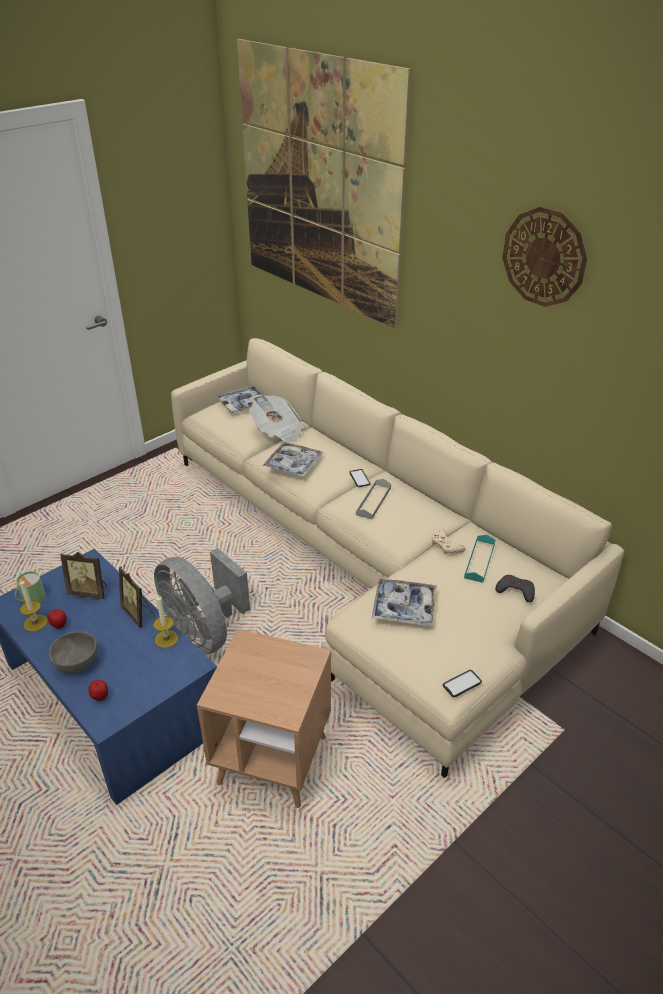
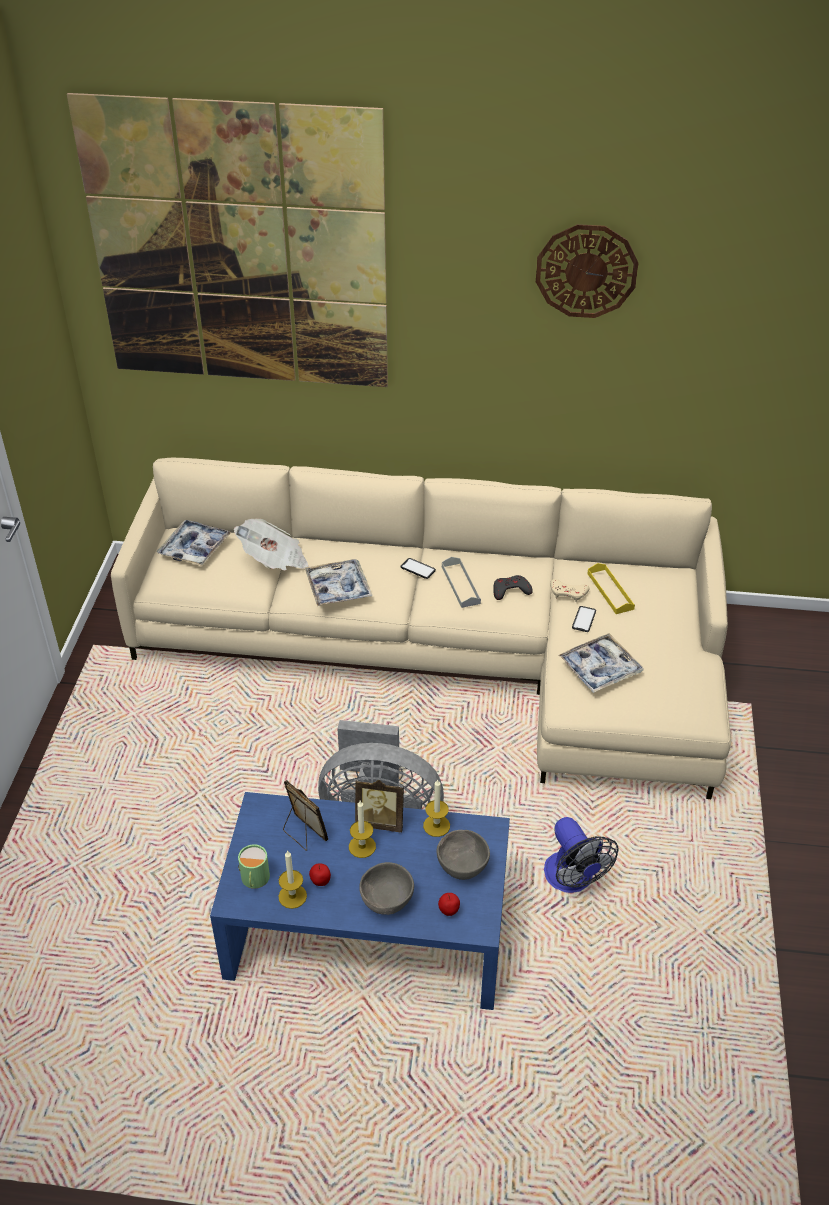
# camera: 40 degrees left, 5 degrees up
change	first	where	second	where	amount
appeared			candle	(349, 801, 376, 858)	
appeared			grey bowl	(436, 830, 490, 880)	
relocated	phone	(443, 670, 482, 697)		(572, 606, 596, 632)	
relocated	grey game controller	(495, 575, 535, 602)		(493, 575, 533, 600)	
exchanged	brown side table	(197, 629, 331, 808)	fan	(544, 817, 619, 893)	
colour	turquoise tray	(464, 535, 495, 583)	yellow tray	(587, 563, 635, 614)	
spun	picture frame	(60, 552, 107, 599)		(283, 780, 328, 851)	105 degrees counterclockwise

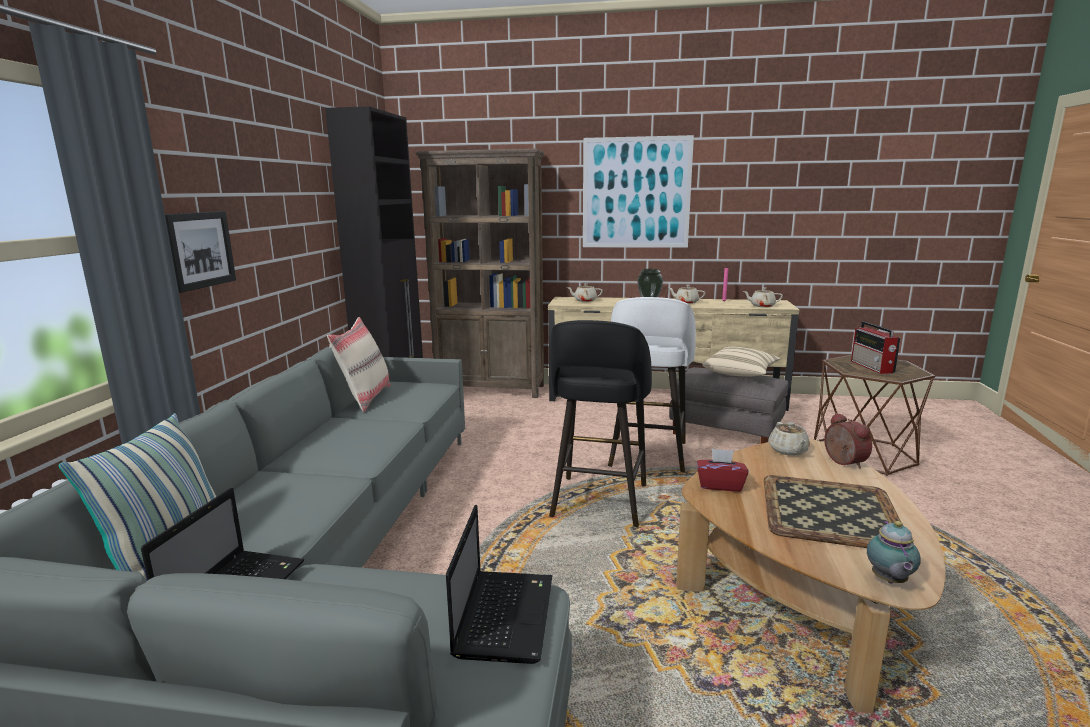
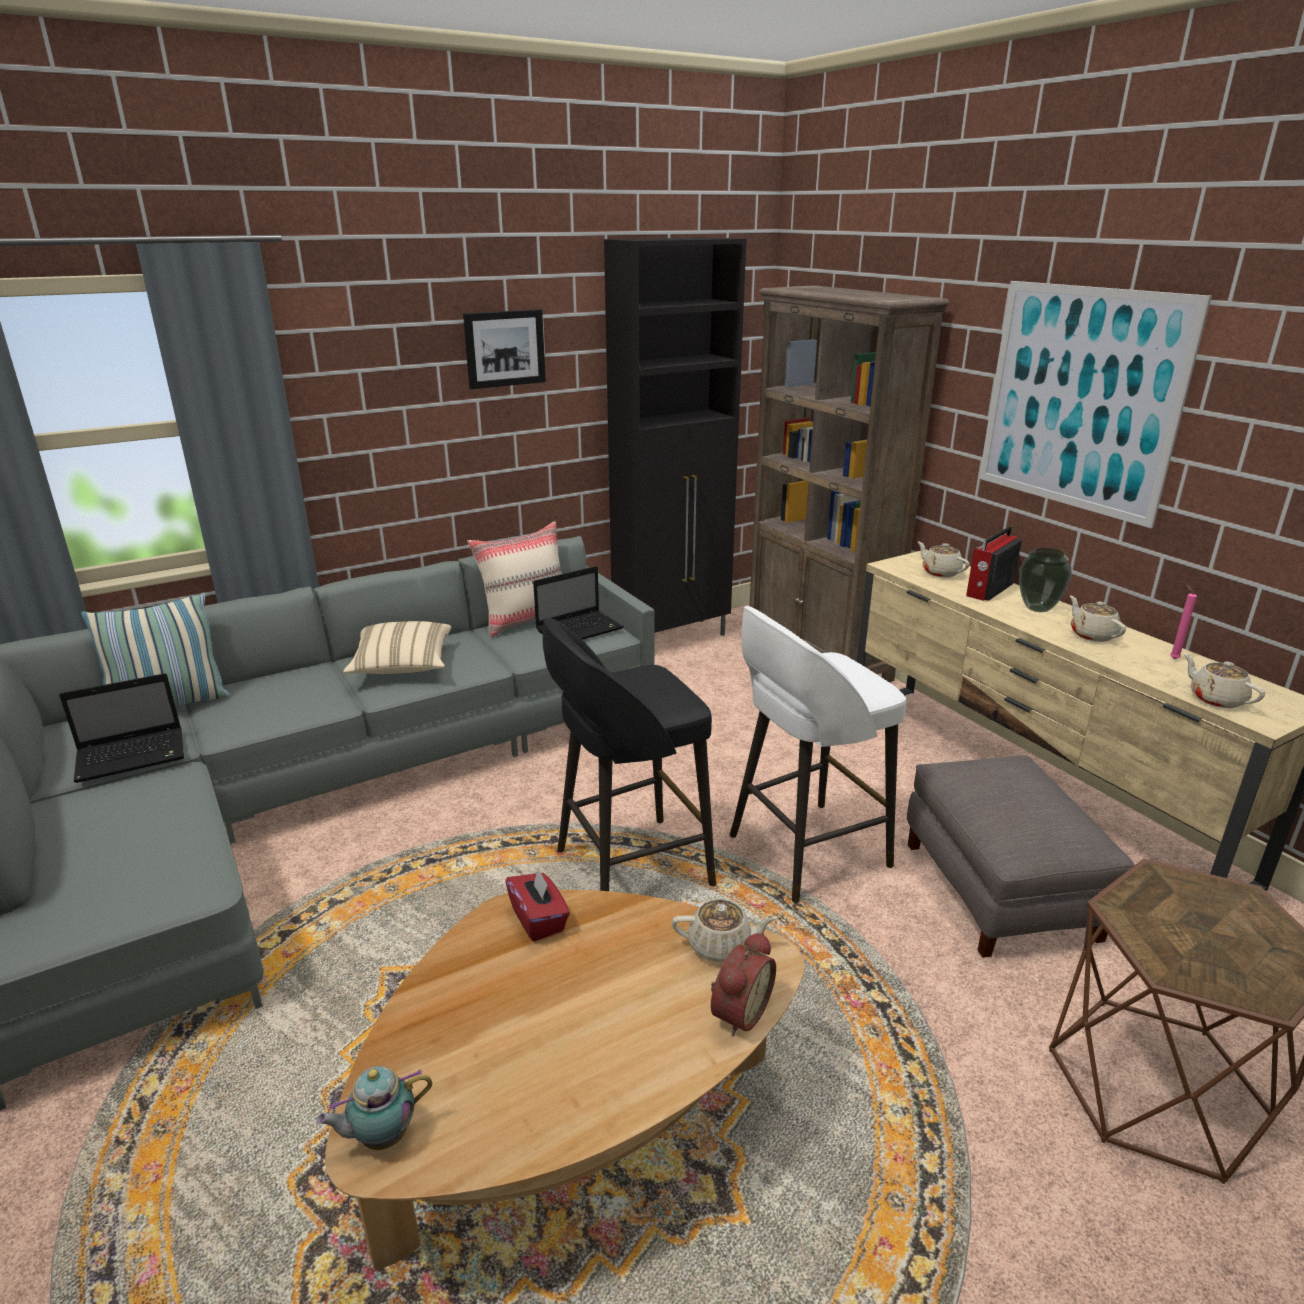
# camera: 50 degrees right, 10 degrees up
change	first	where	second	where	amount
missing	tray	(764, 475, 903, 548)			
relocated	picture	(165, 211, 236, 293)		(463, 309, 546, 389)	
relocated	laptop	(446, 505, 552, 664)		(533, 566, 624, 640)	
relocated	beige pillow	(702, 346, 781, 377)		(343, 621, 451, 674)	
relocated	radio	(851, 321, 900, 374)		(966, 526, 1022, 601)	
spun	beige teapot	(769, 422, 810, 456)		(672, 899, 777, 962)	135 degrees counterclockwise

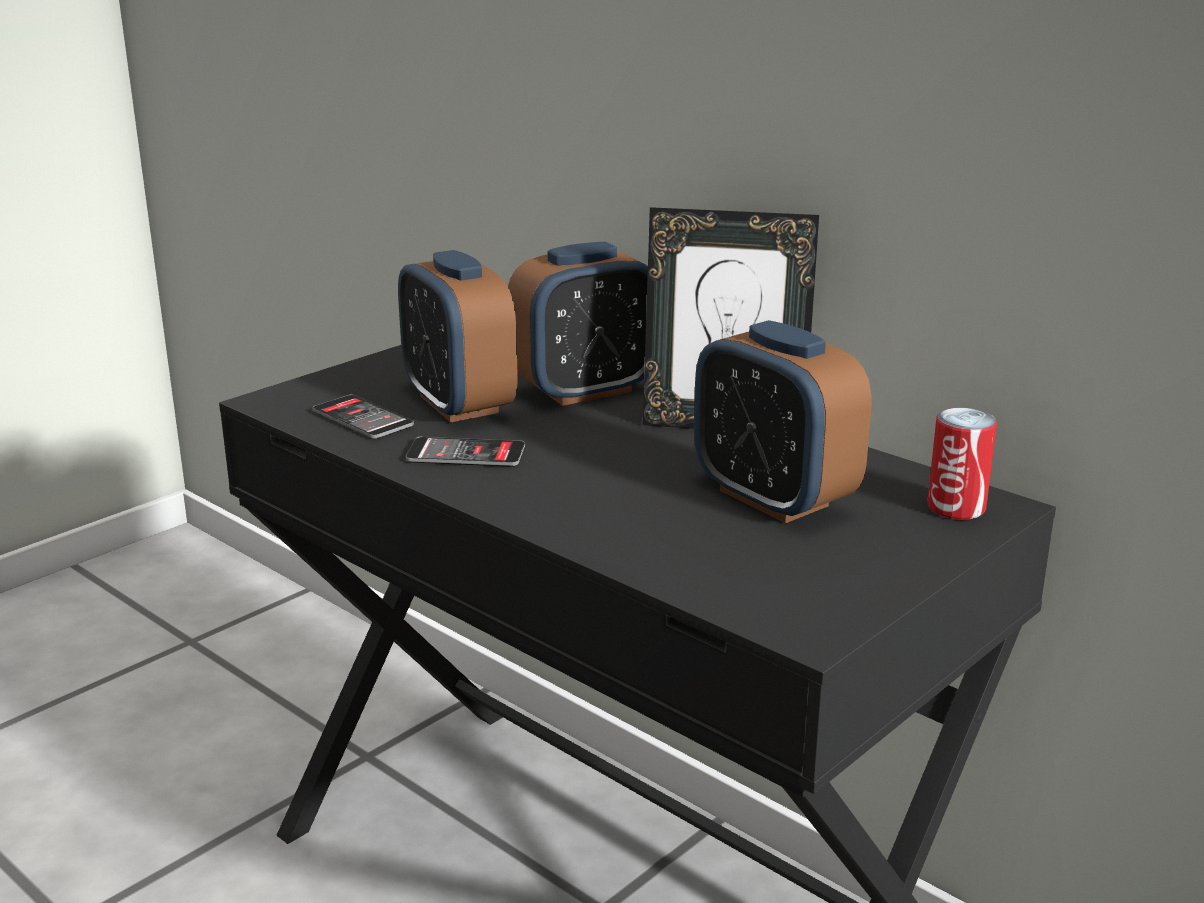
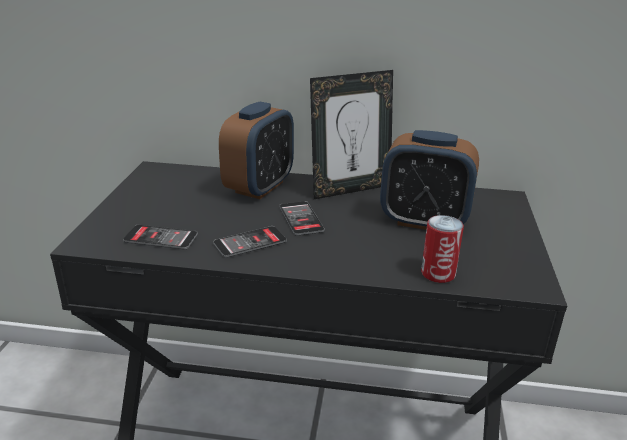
# camera: 35 degrees left, 5 degrees up
change	first	where	second	where	amount
missing	alarm clock	(398, 250, 518, 423)			
appeared			phone	(279, 201, 325, 236)	
relocated	can	(927, 408, 997, 519)		(421, 215, 464, 283)	

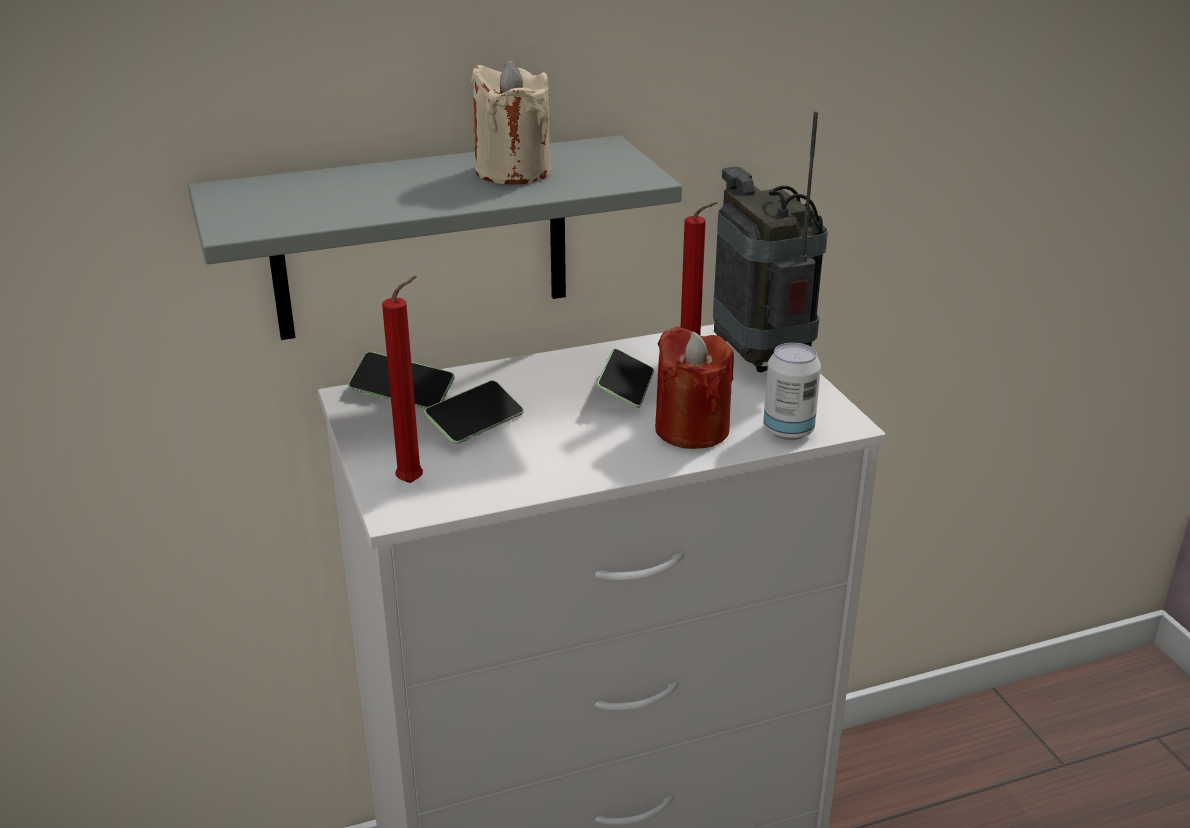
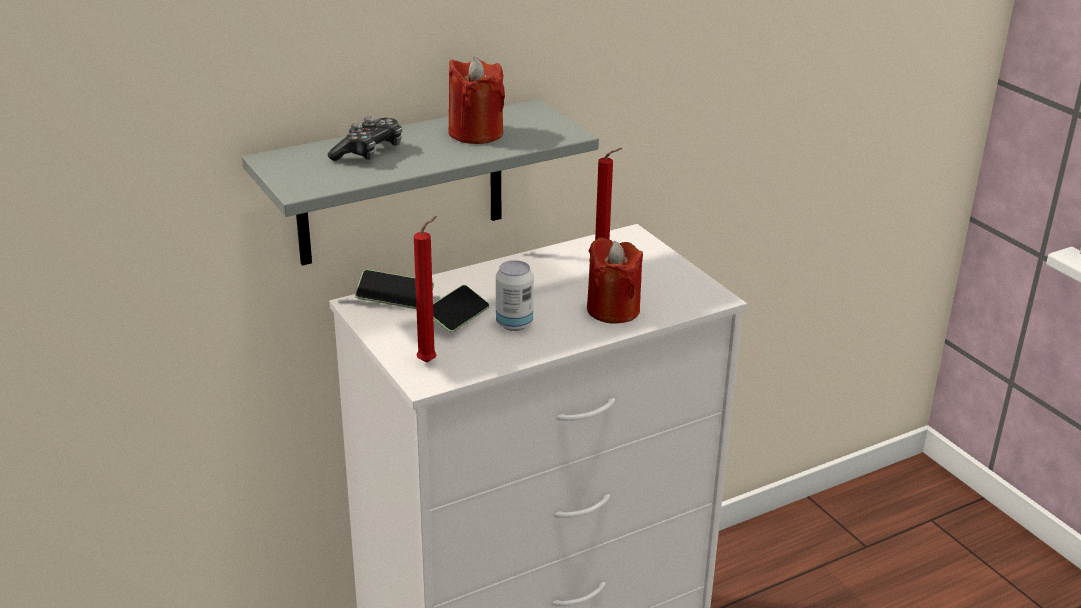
# camera: 10 degrees left, 0 degrees up
change	first	where	second	where	amount
missing	phone	(596, 349, 654, 408)			
missing	radio	(713, 111, 828, 372)			
appeared			game controller	(328, 117, 402, 161)	
relocated	can	(763, 343, 821, 440)		(496, 260, 534, 331)	
colour	beige candle	(471, 60, 551, 184)	red candle	(448, 56, 505, 144)	

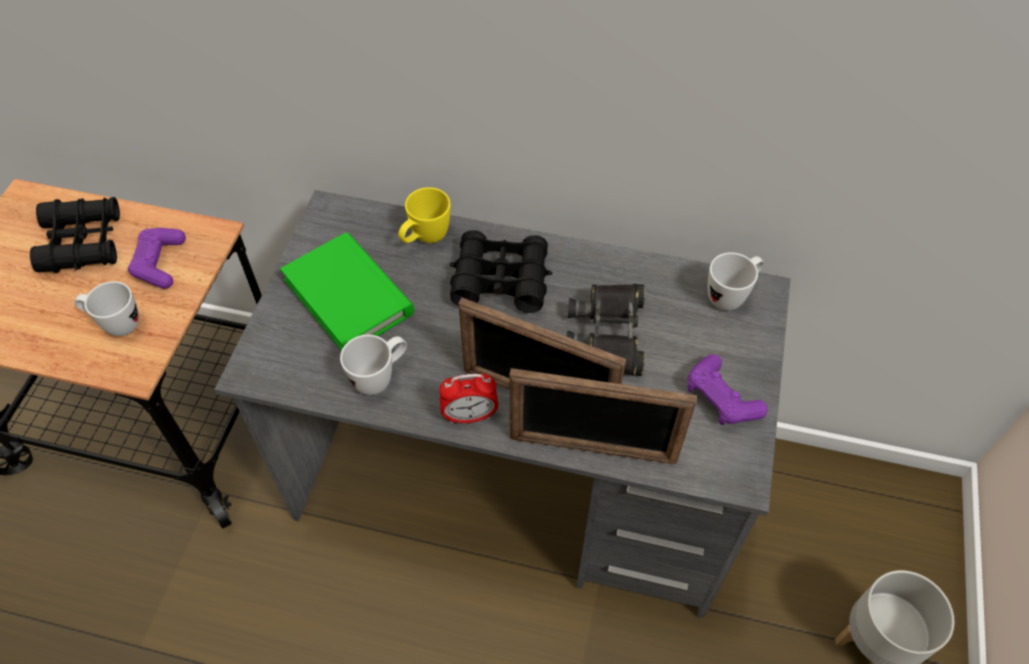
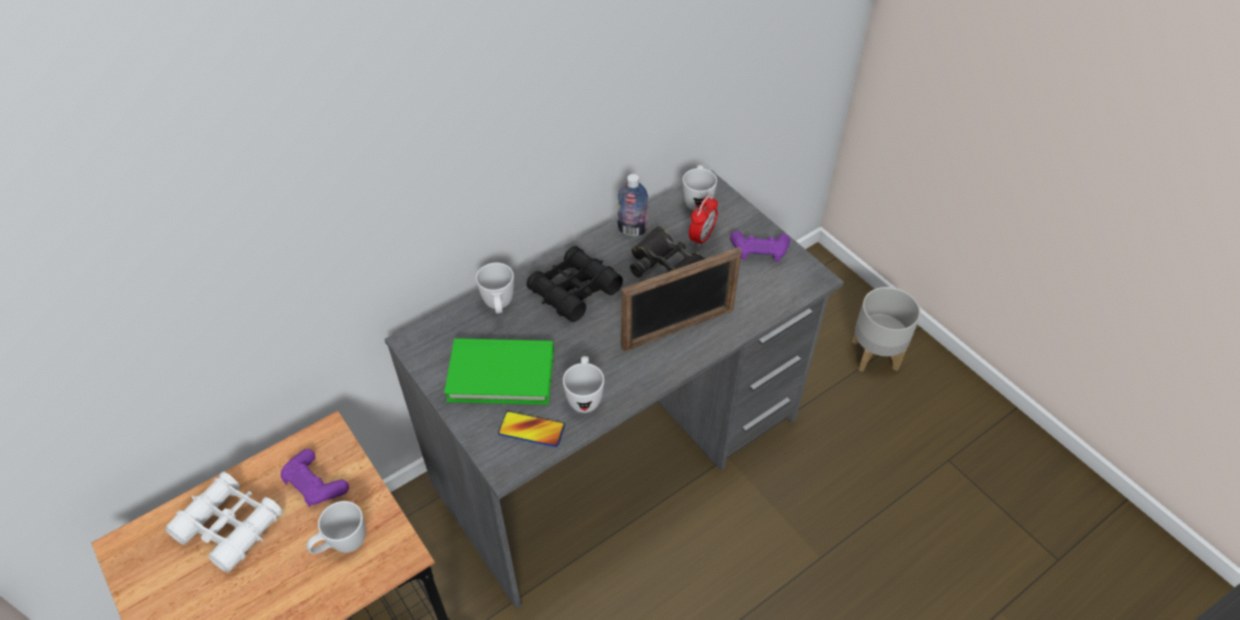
# camera: 50 degrees left, 5 degrees down
change	first	where	second	where	amount
missing	picture frame	(509, 368, 697, 464)			
appeared			phone	(498, 411, 565, 447)	
appeared			bottle	(617, 174, 649, 236)	
relocated	alarm clock	(439, 374, 498, 424)		(689, 195, 718, 247)	
colour	black binoculars	(30, 197, 120, 273)	white binoculars	(165, 472, 283, 572)	
colour	yellow mug	(398, 187, 451, 243)	white mug	(476, 263, 514, 313)	

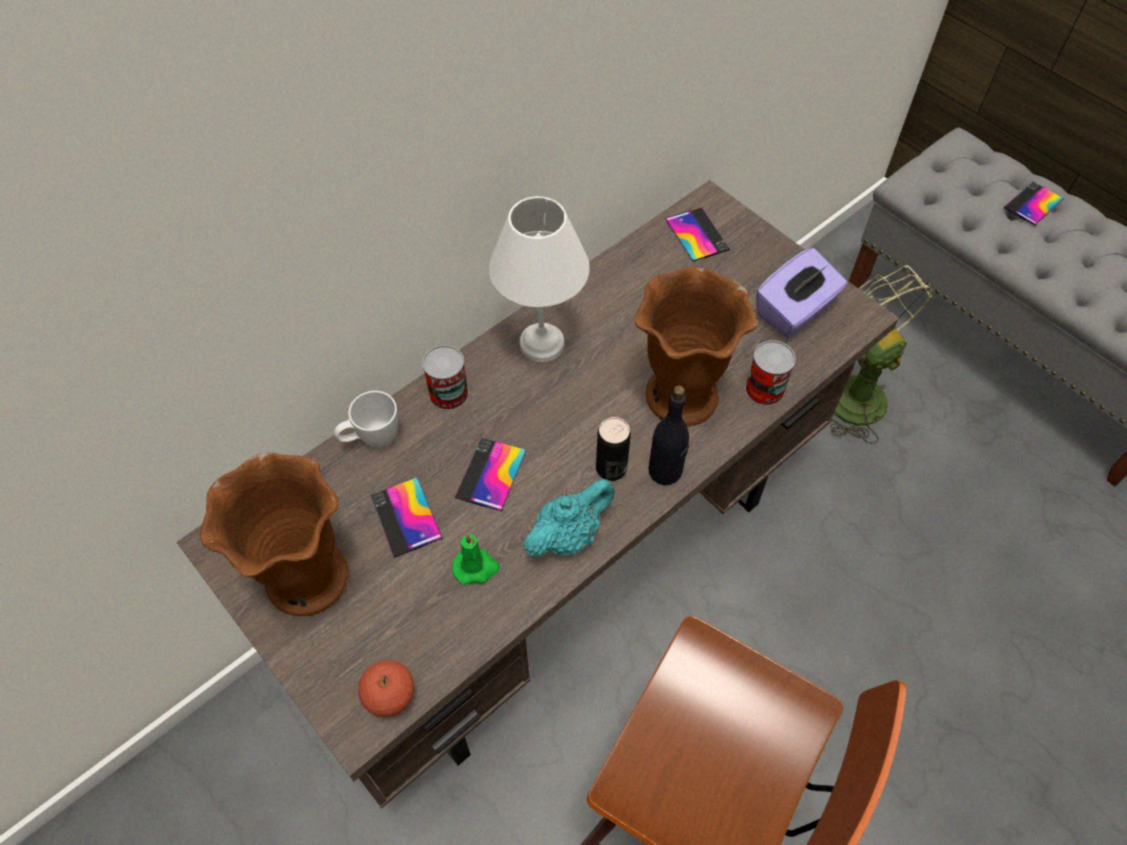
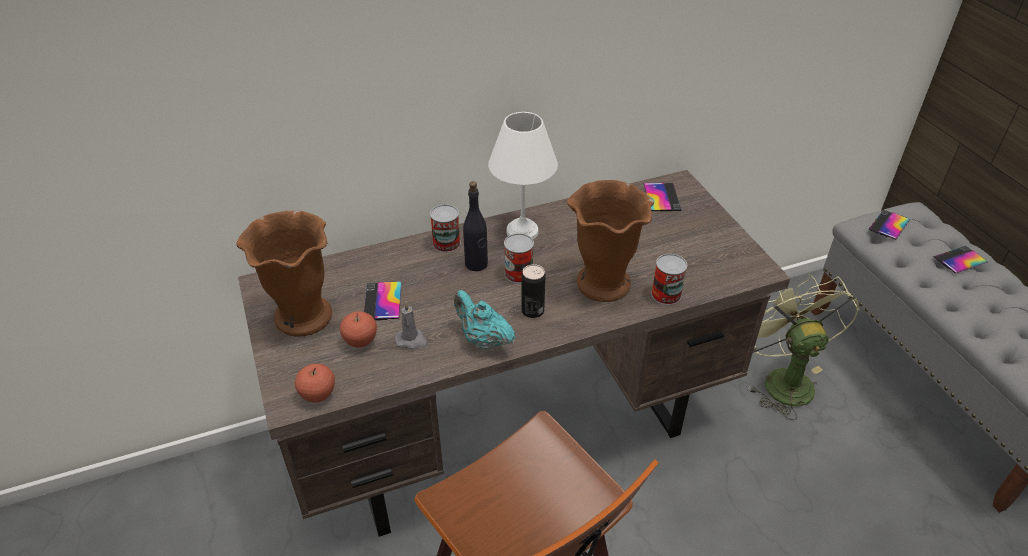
# camera: 20 degrees right, 15 degrees down
change	first	where	second	where	amount
missing	white mug	(334, 391, 398, 448)			
missing	purple tissue box	(756, 248, 848, 338)			
appeared			apple	(340, 312, 377, 348)	
appeared			can	(504, 233, 534, 283)	
relocated	phone	(455, 438, 527, 511)		(868, 210, 910, 240)	
relocated	black bottle	(649, 385, 689, 485)		(463, 181, 488, 271)	
colour	green candle	(452, 534, 500, 584)	grey candle	(395, 302, 428, 350)	
spun	turquoise teapot	(523, 479, 615, 557)		(454, 290, 515, 350)	120 degrees counterclockwise

